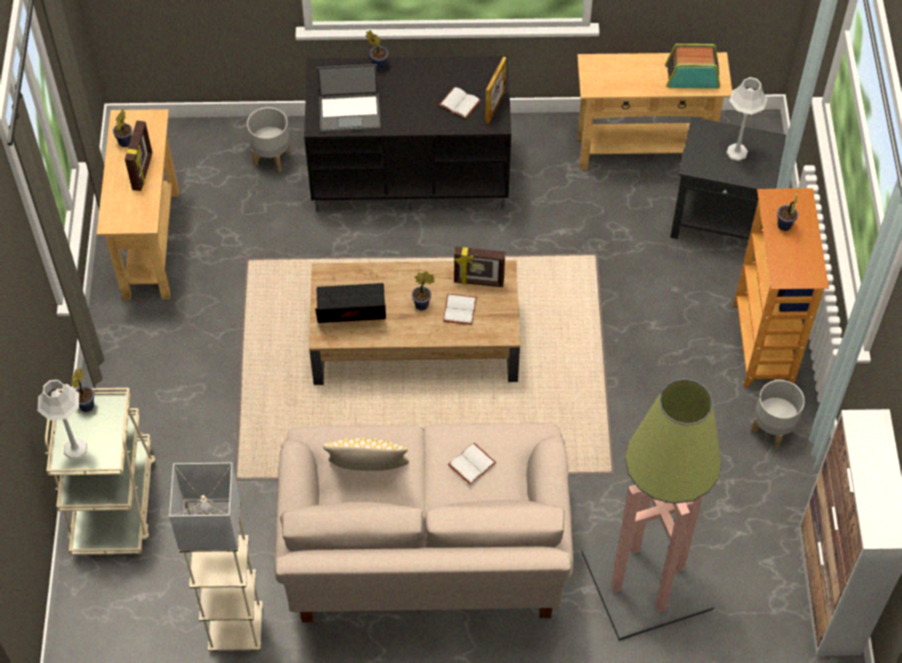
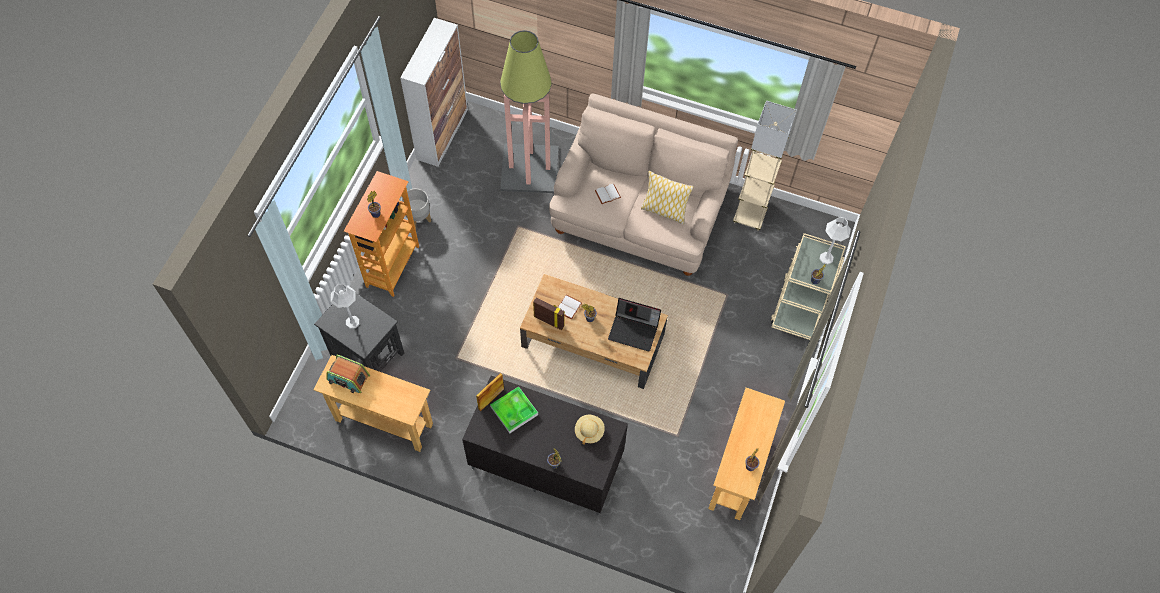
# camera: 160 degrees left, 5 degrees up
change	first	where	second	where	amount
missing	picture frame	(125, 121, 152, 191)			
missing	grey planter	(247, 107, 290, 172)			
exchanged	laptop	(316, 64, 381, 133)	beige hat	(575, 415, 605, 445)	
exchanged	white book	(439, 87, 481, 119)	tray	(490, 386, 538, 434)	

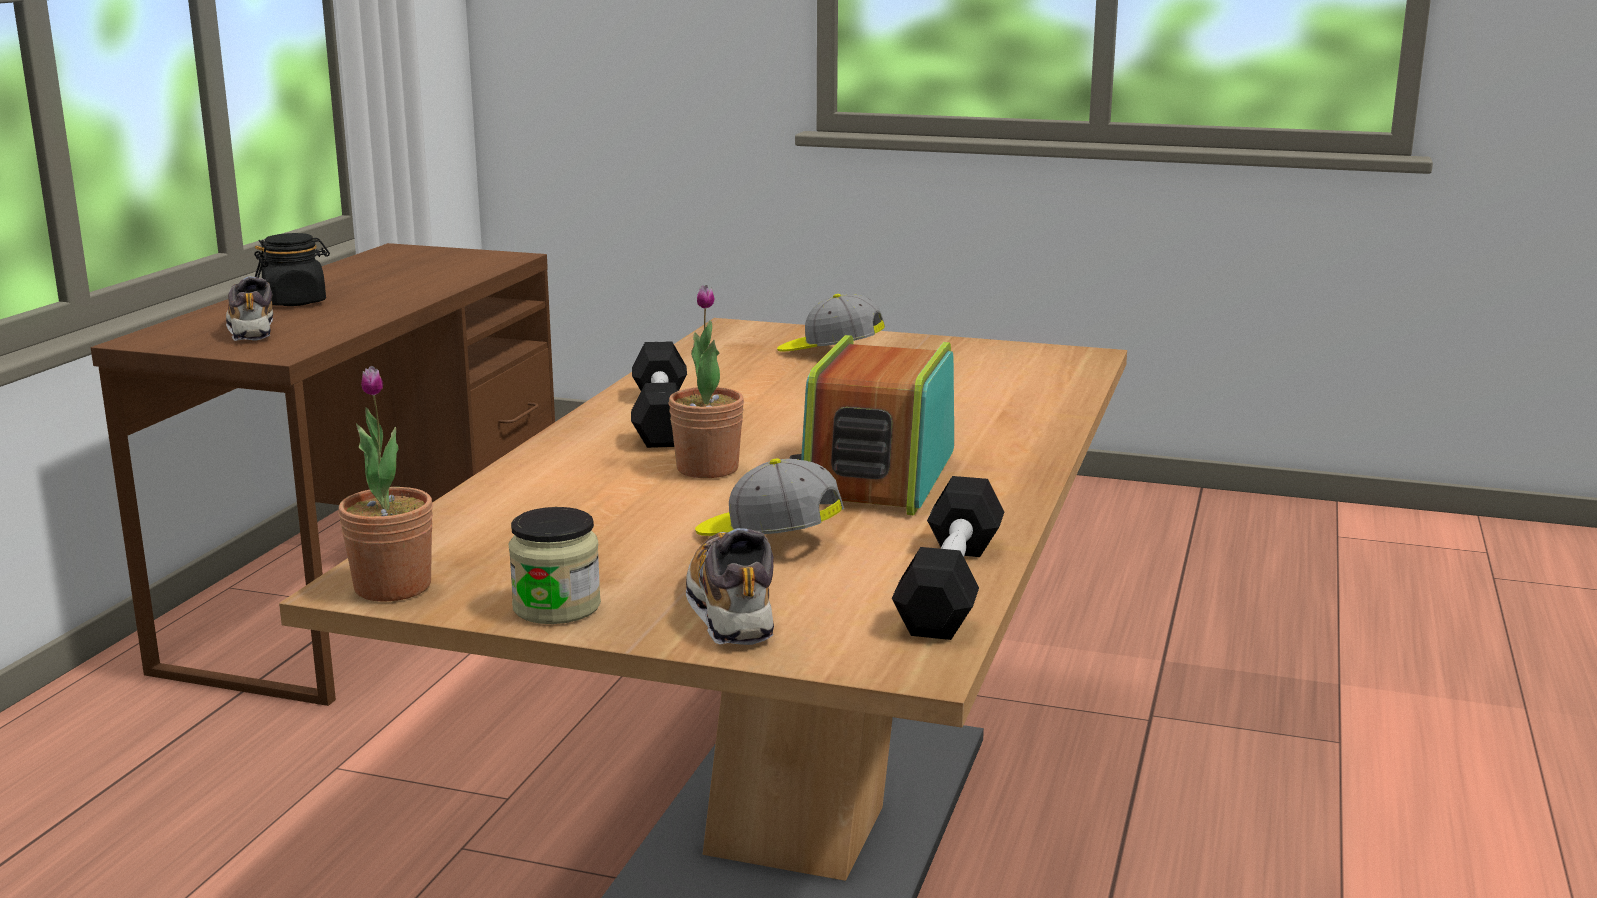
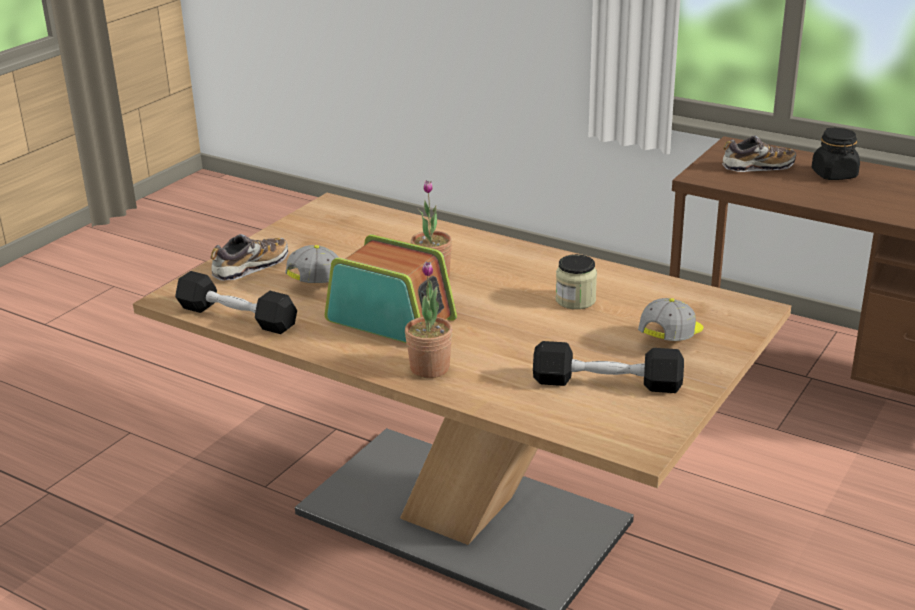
# camera: 105 degrees right, 10 degrees up
change	first	where	second	where	amount
relocated	potted plant	(338, 366, 433, 602)		(405, 262, 453, 378)	
relocated	jar	(509, 507, 601, 624)		(556, 254, 597, 309)	
relocated	black dumbbell	(631, 341, 687, 448)		(533, 341, 684, 393)	
spun	shoe	(686, 528, 774, 645)		(210, 234, 288, 281)	45 degrees counterclockwise

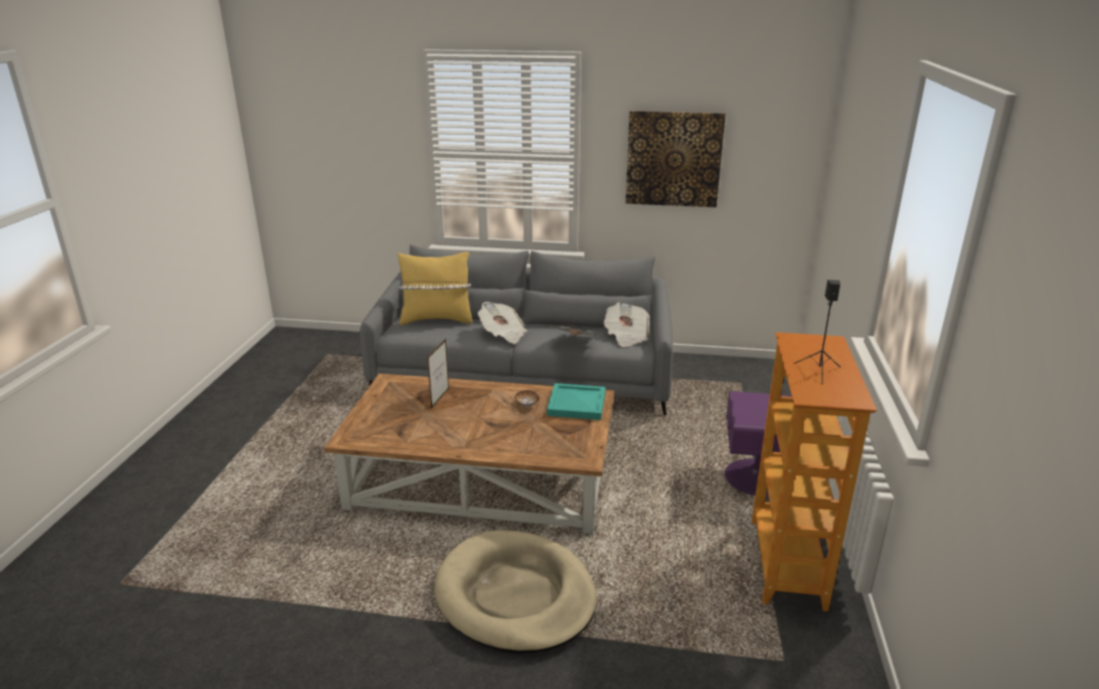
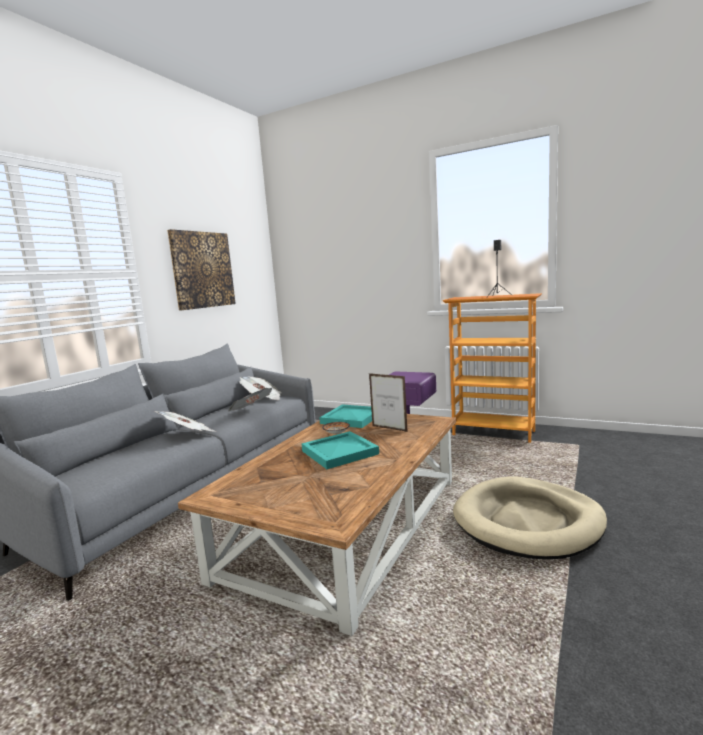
# camera: 70 degrees left, 15 degrees down
change	first	where	second	where	amount
missing	yellow pillow	(398, 252, 472, 325)			
appeared			turquoise tray	(302, 431, 379, 469)	
relocated	picture frame	(427, 339, 449, 409)		(369, 373, 407, 432)	

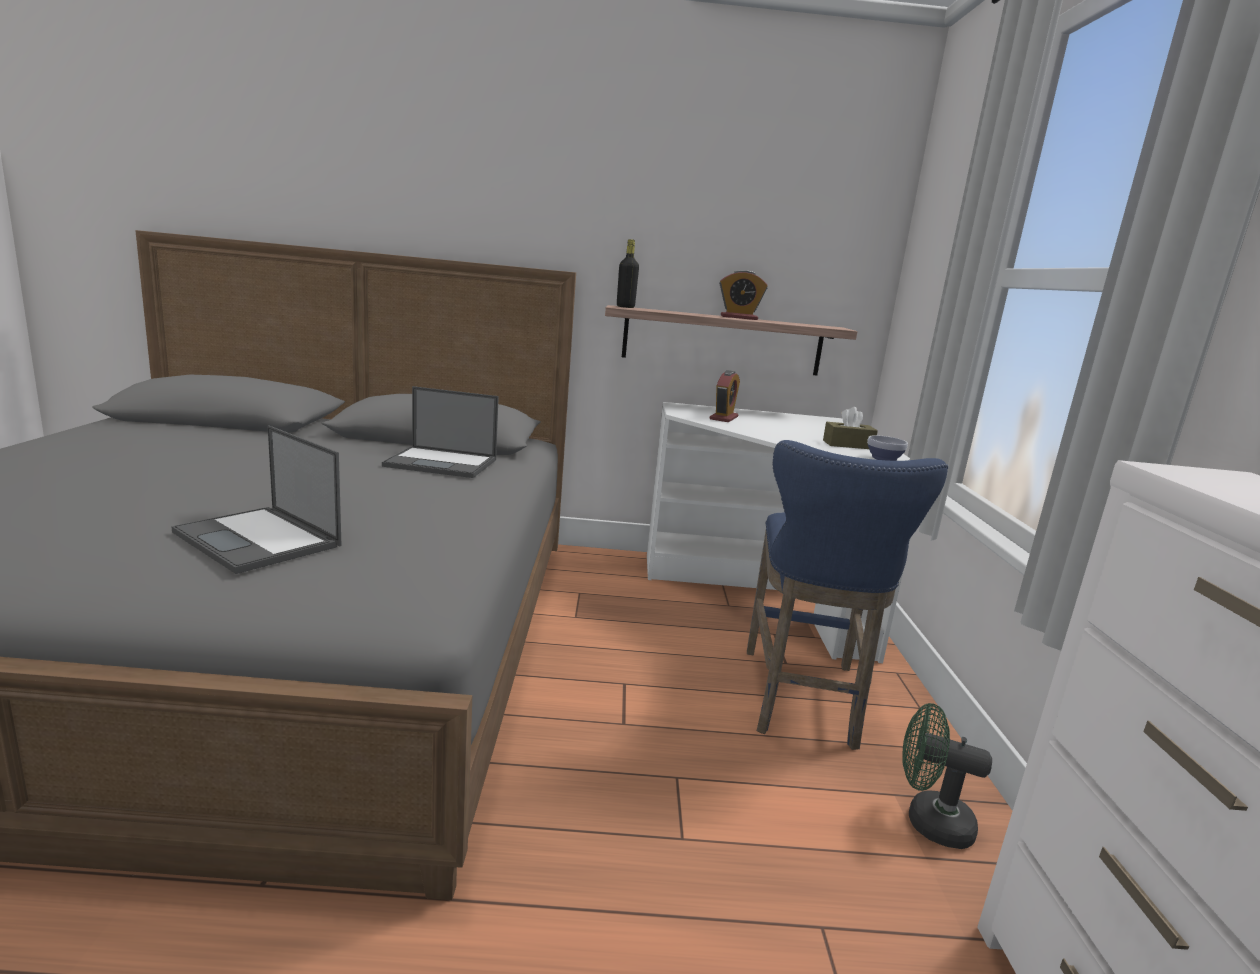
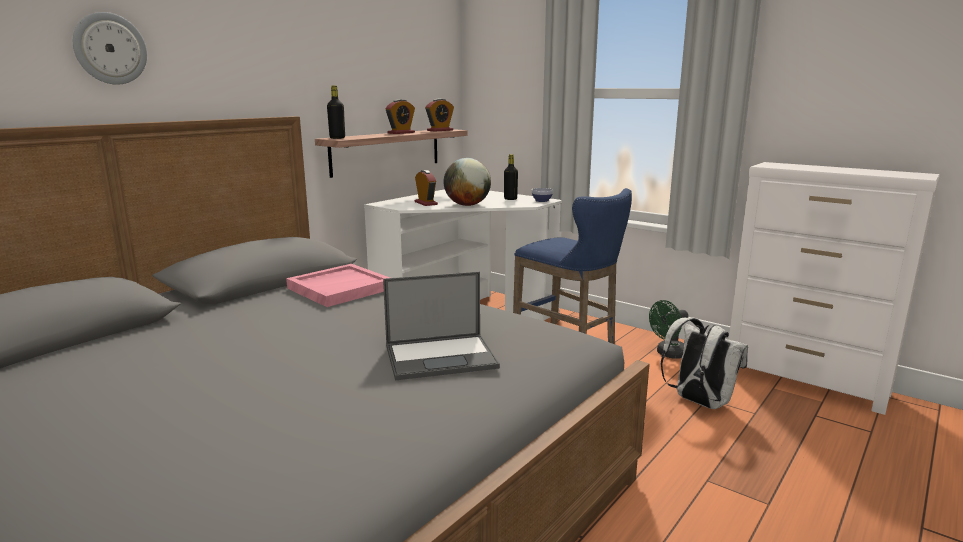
# camera: 50 degrees left, 0 degrees up
change	first	where	second	where	amount
appeared			wall clock	(73, 12, 147, 85)	
appeared			alarm clock	(425, 99, 454, 131)	
appeared			globe	(444, 158, 491, 206)	
appeared			white backpack	(661, 317, 748, 409)	
exchanged	laptop	(382, 386, 499, 478)	pink tray	(286, 264, 390, 307)	
exchanged	brown tissue box	(823, 407, 878, 449)	black bottle	(504, 154, 518, 200)	

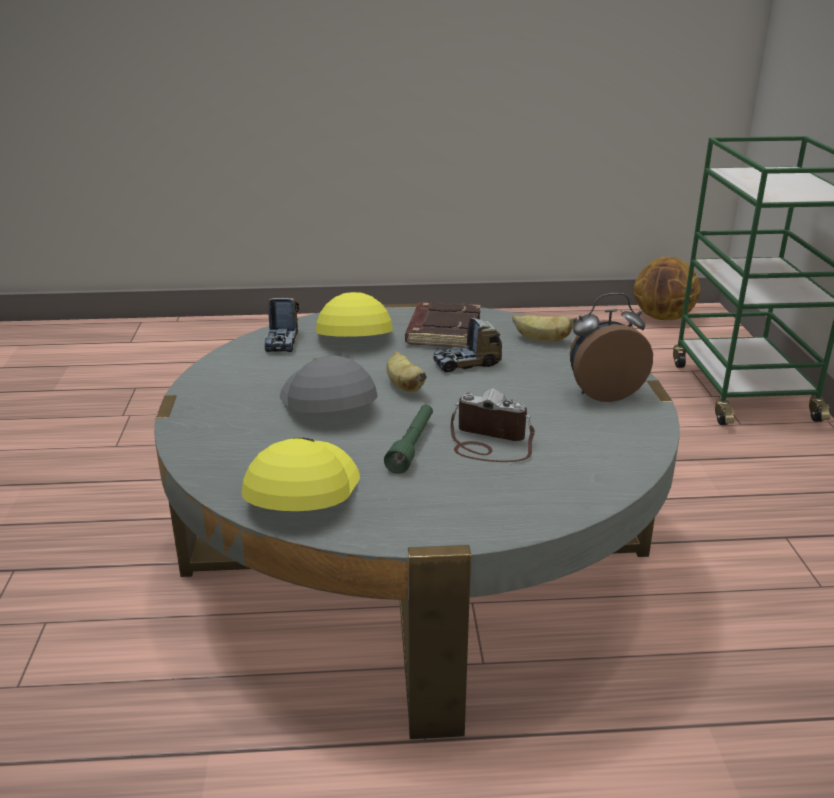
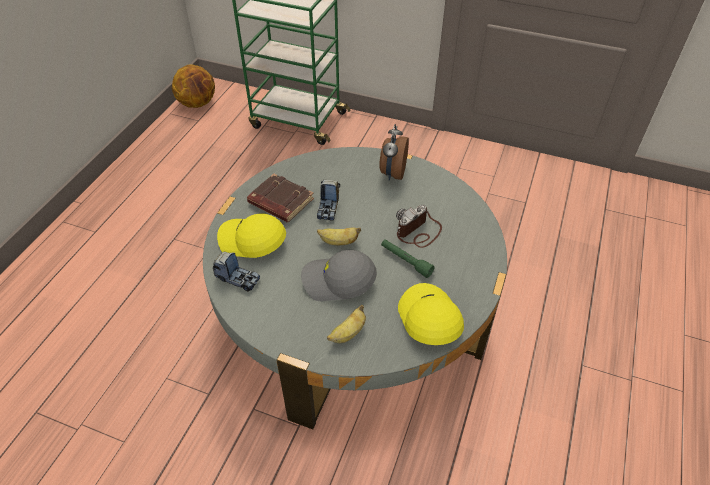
# camera: 65 degrees left, 20 degrees up
change	first	where	second	where	amount
relocated	banana	(512, 315, 577, 342)		(327, 305, 366, 343)	
spun	yellow cap	(241, 438, 360, 511)		(398, 283, 464, 345)	45 degrees clockwise

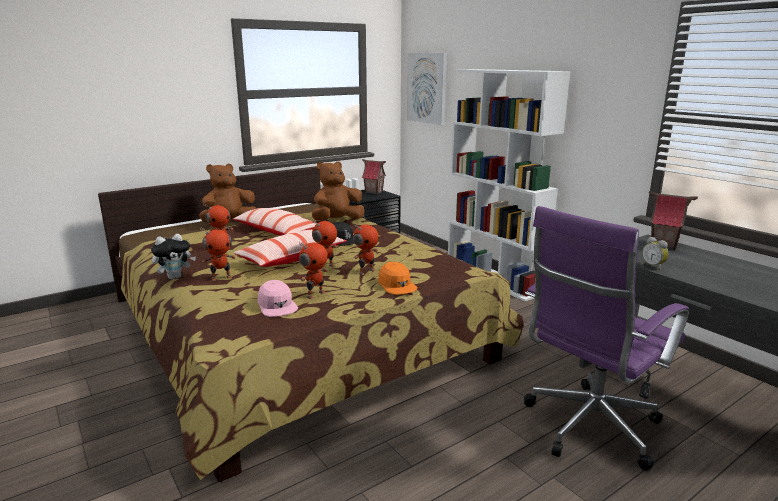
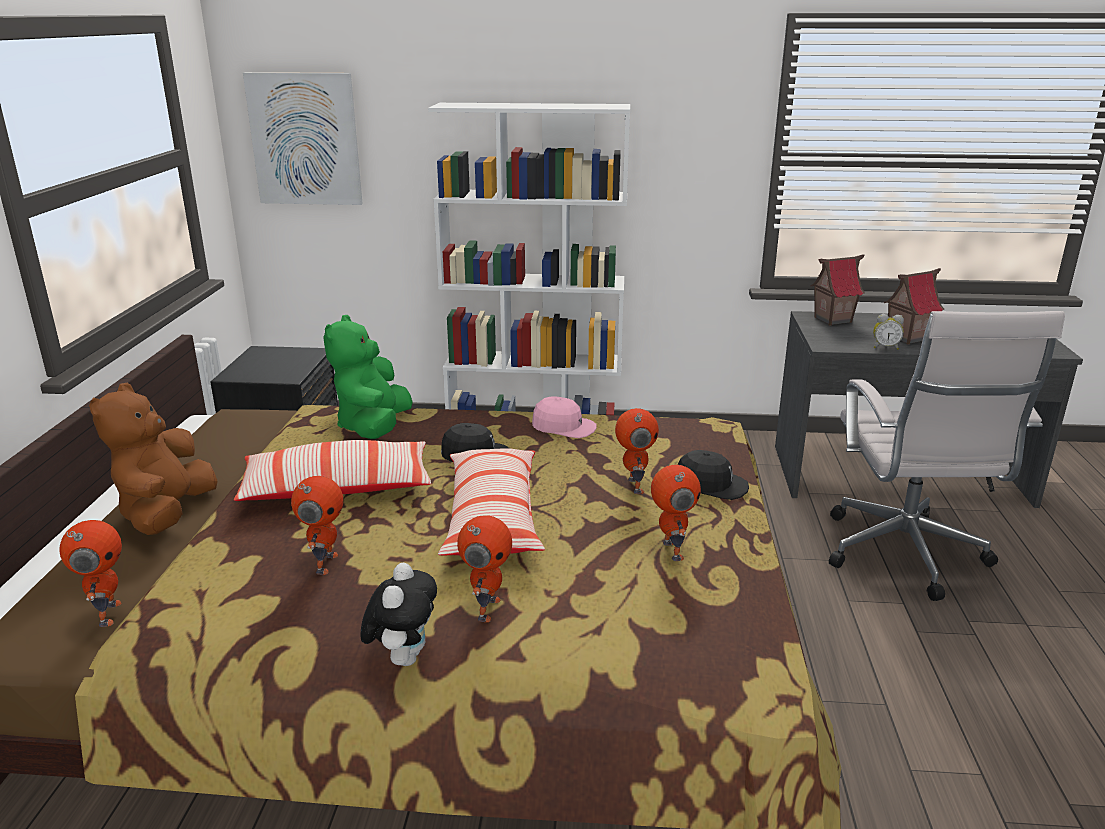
# camera: 50 degrees left, 5 degrees up
change	first	where	second	where	amount
relocated	pink cap	(257, 280, 298, 317)		(532, 396, 597, 438)	
relocated	toy robot	(312, 220, 337, 269)		(59, 520, 122, 627)	
relocated	toy house	(362, 159, 386, 194)		(884, 268, 944, 344)	
colour	brown plush toy	(312, 161, 365, 220)	green plush toy	(323, 315, 413, 439)	
colour	orange cap	(378, 262, 417, 295)	black cap	(677, 450, 749, 500)	
colour	purple office chair	(524, 206, 689, 471)	white office chair	(829, 311, 1065, 601)	

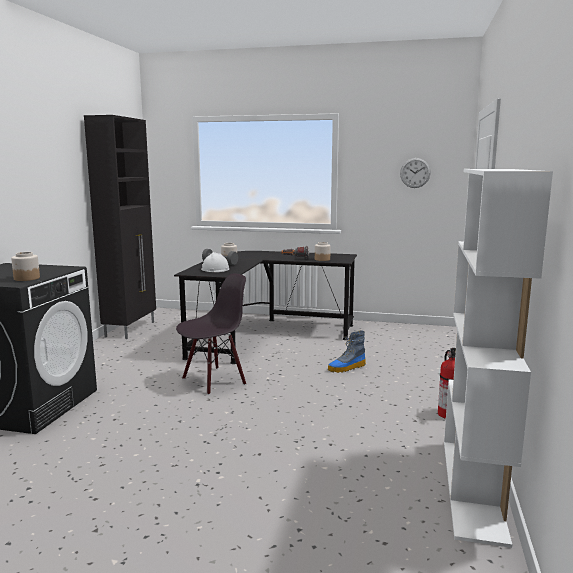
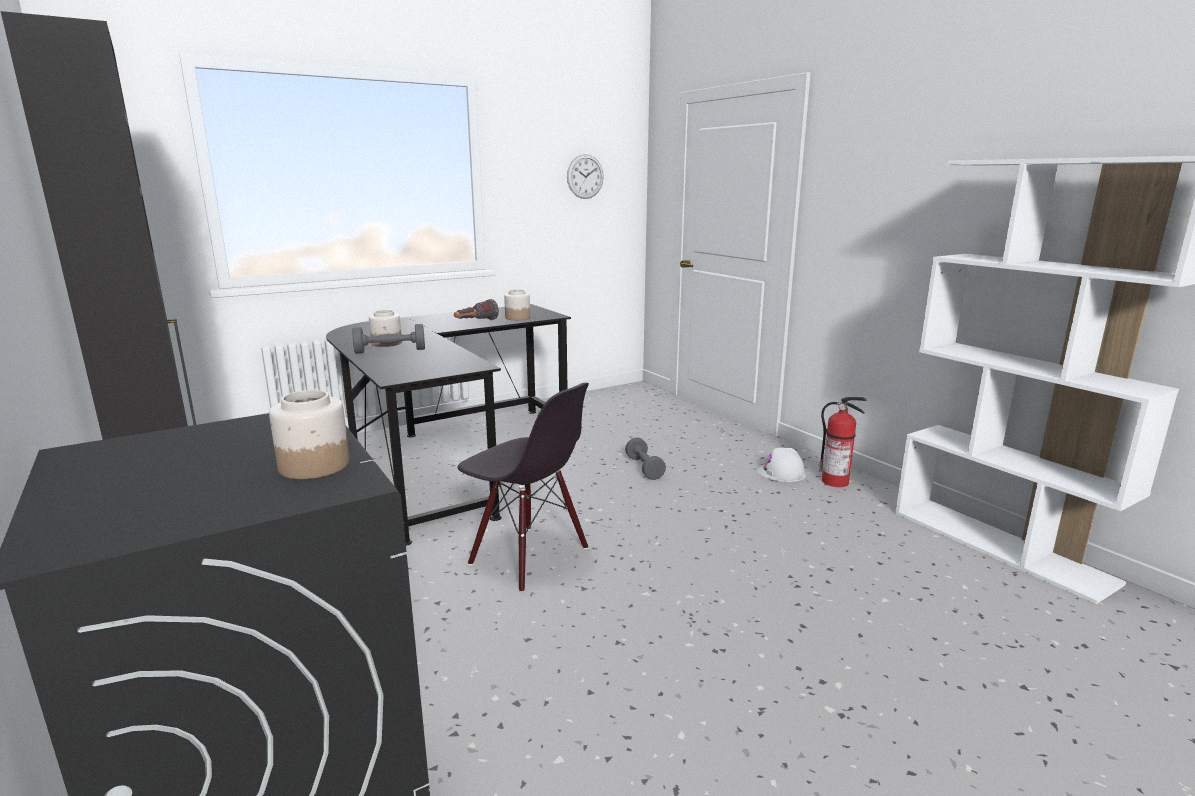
# camera: 45 degrees left, 5 degrees up
change	first	where	second	where	amount
relocated	white hard hat	(201, 252, 229, 272)		(757, 448, 806, 482)	
exchanged	boot	(328, 331, 366, 373)	grey dumbbell	(625, 438, 666, 480)	
spun	black chair	(176, 273, 246, 395)		(458, 383, 589, 593)	120 degrees clockwise

